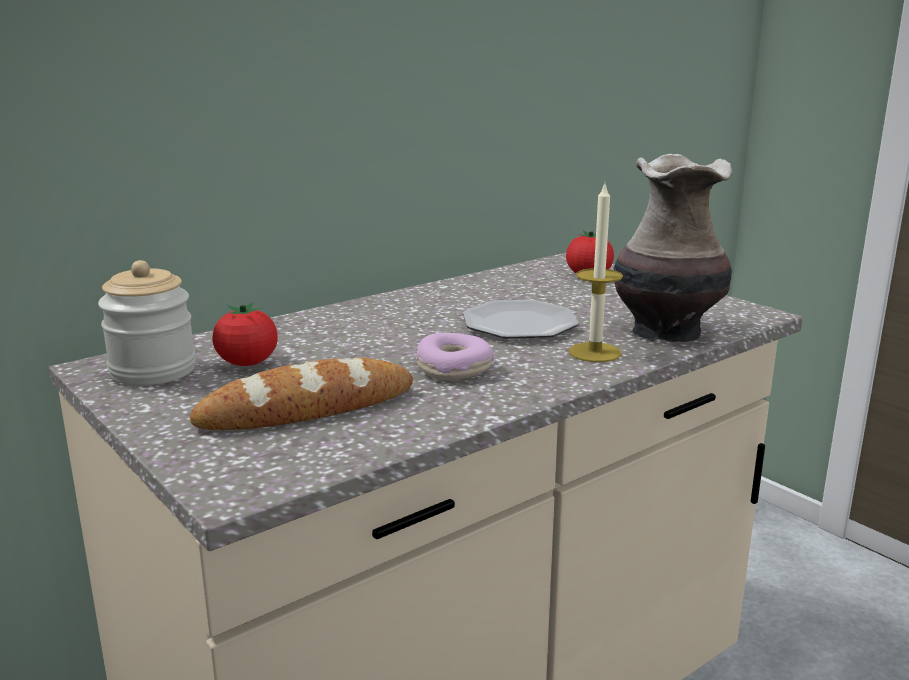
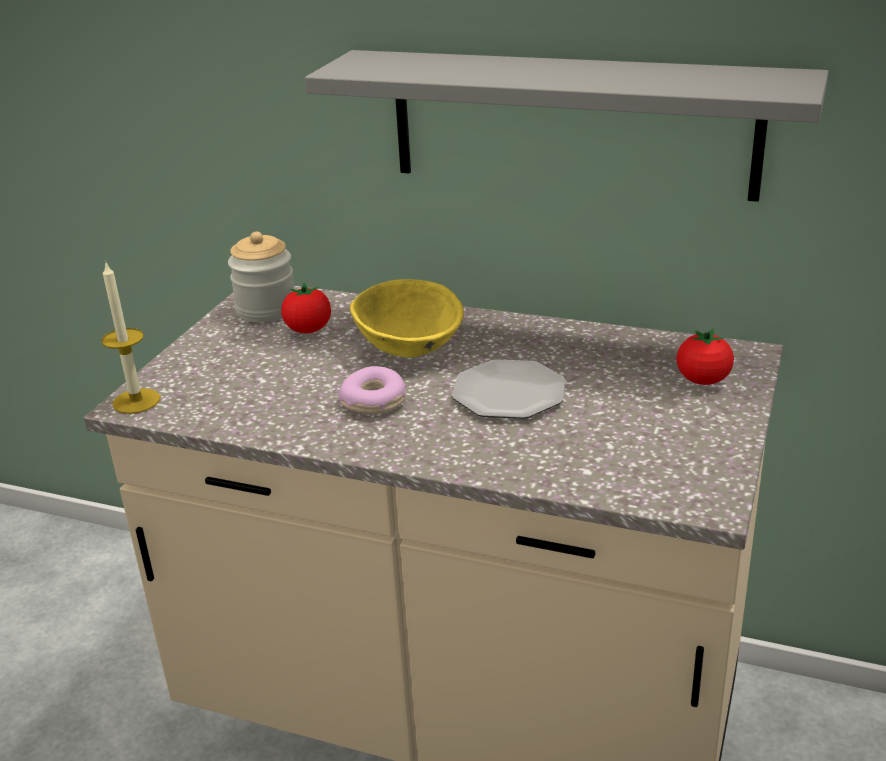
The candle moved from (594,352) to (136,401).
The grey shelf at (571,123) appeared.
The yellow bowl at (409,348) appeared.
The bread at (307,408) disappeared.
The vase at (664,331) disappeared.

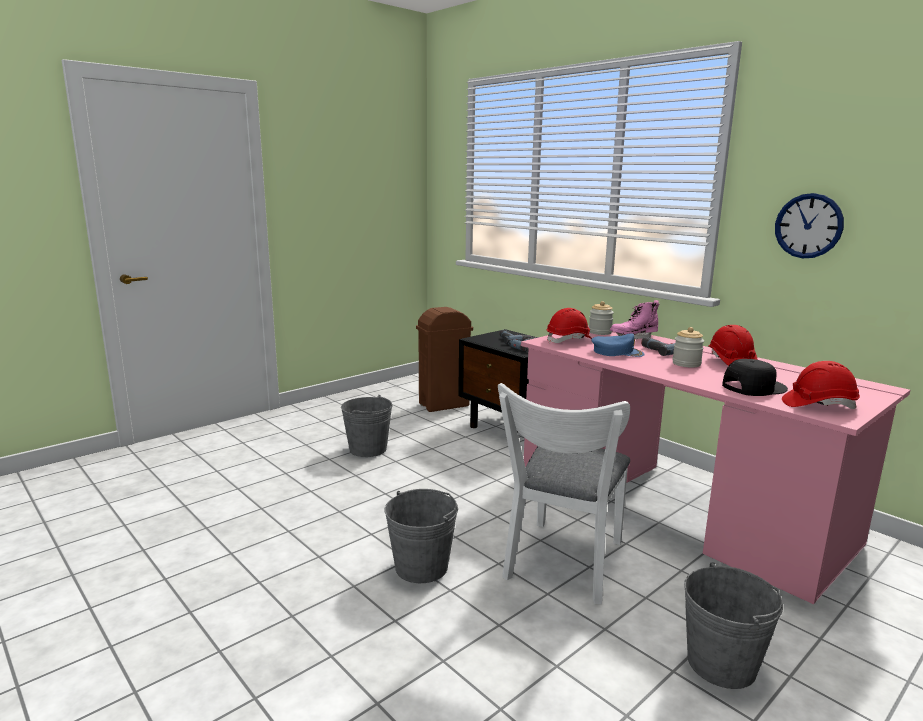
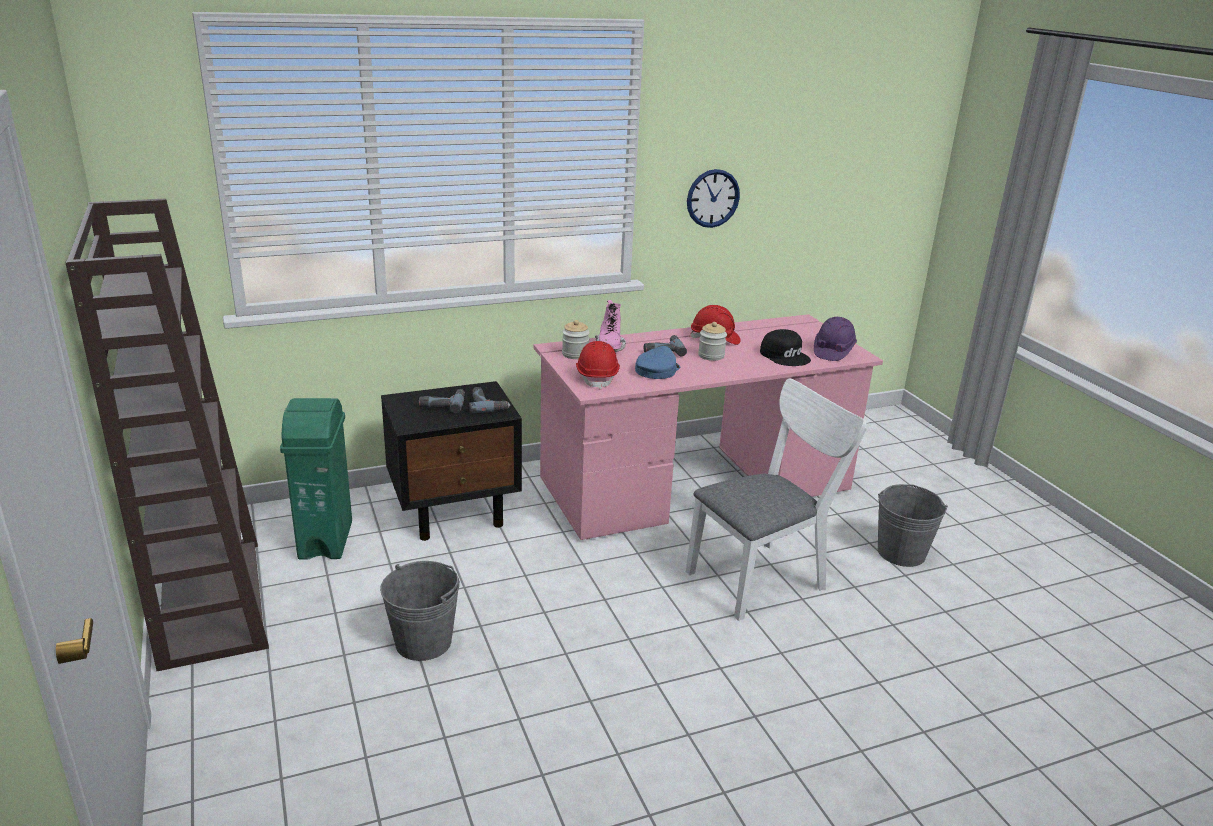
The brown bookcase at (209,600) appeared.
The brown trash can at (444,405) became the green trash can at (326,540).
The white chair at (562,565) turned 75 degrees counterclockwise.
The black cap at (753,387) turned 150 degrees clockwise.
The red hard hat at (818,405) became the purple hard hat at (833,351).
The grey bucket at (421,567) disappeared.

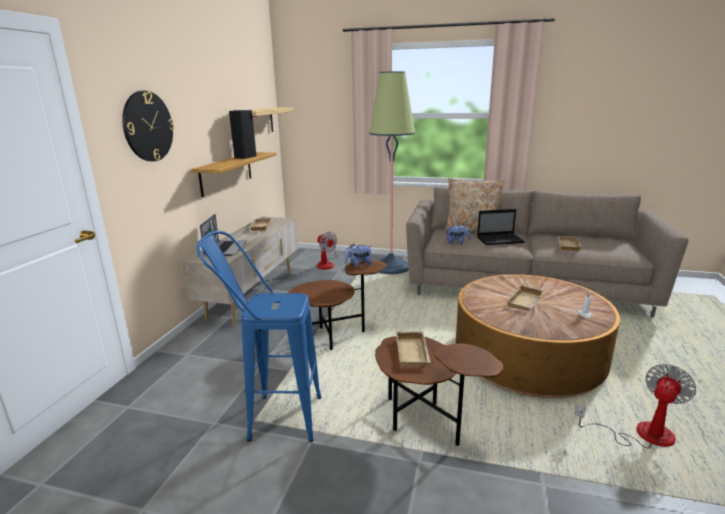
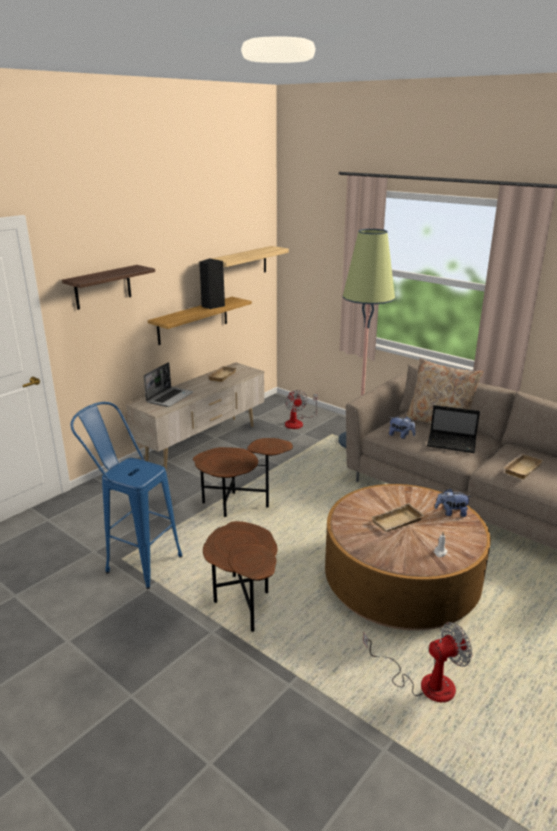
The wall clock at (148,126) was replaced by the shelf at (103,287).
The plush toy moved from (358,265) to (451,513).
The beige tray at (413,353) disappeared.

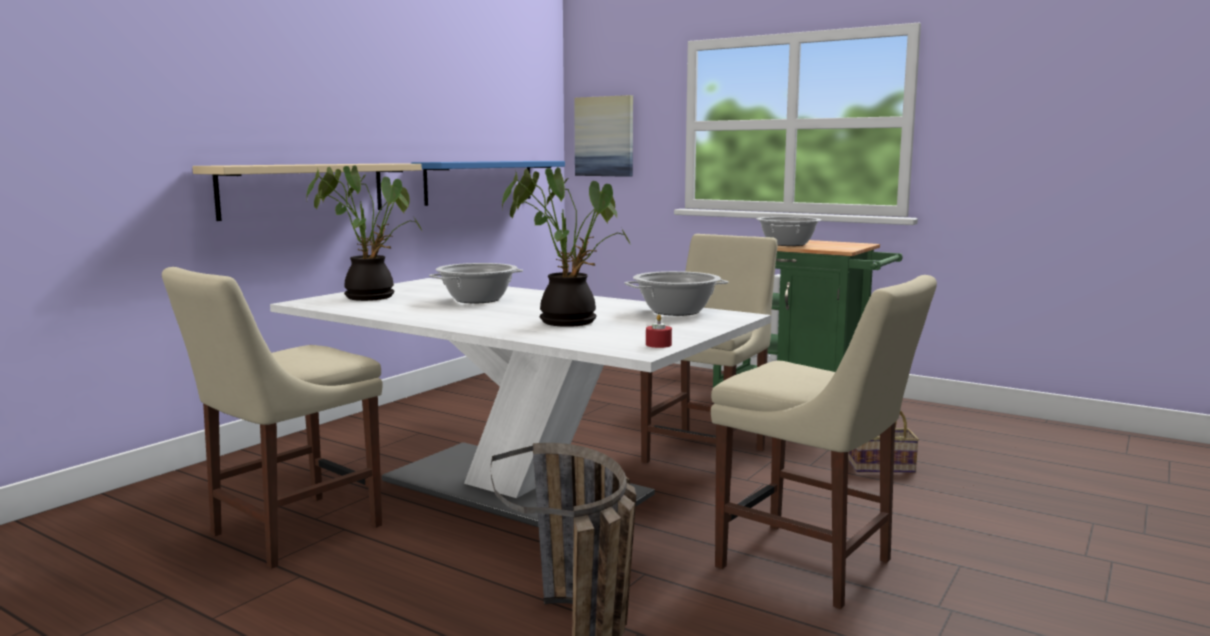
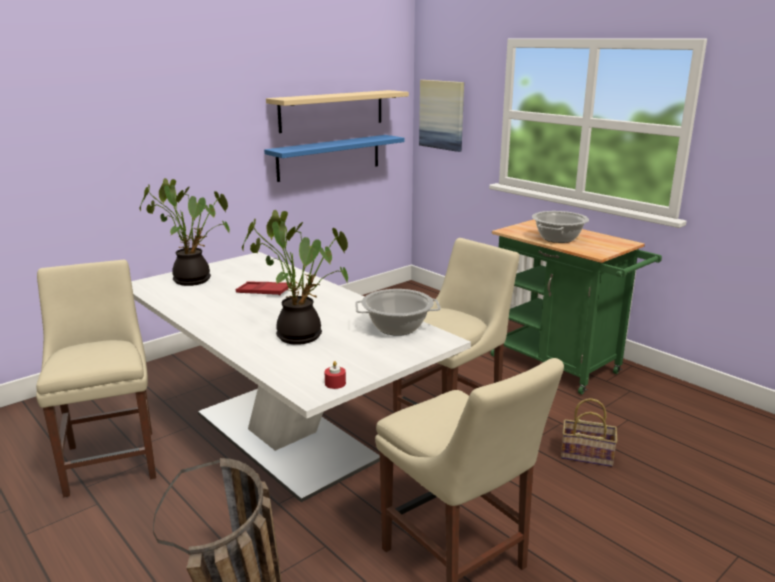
The beige chair at (288,532) turned 105 degrees clockwise.
The cooking pot at (477,300) was replaced by the red tray at (263,292).
The beige shelf moved from (304,189) to (332,110).

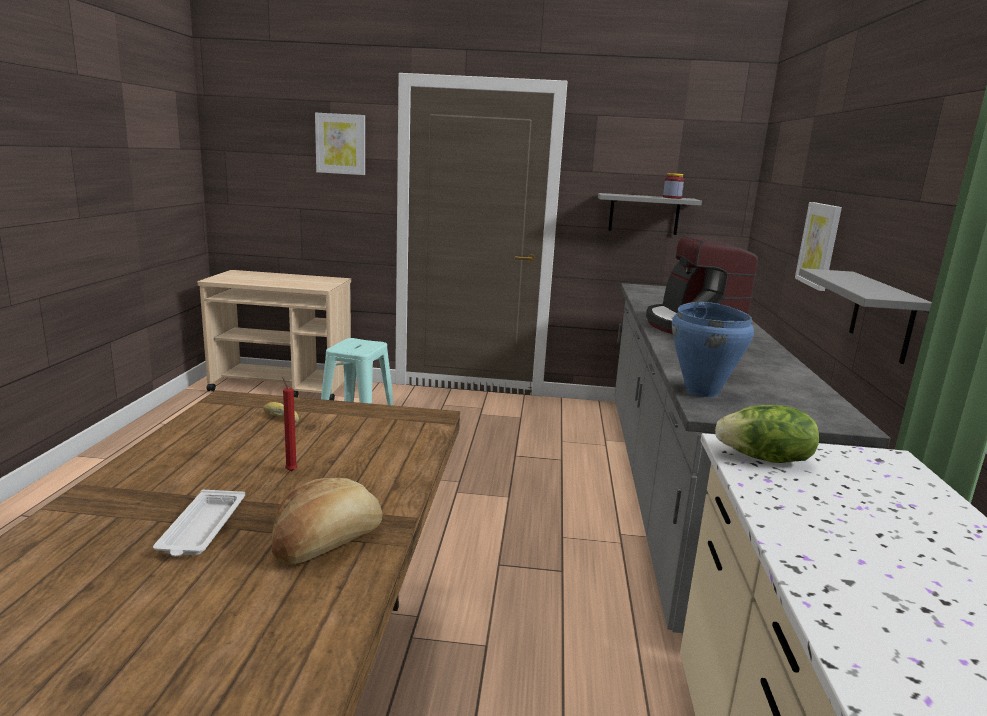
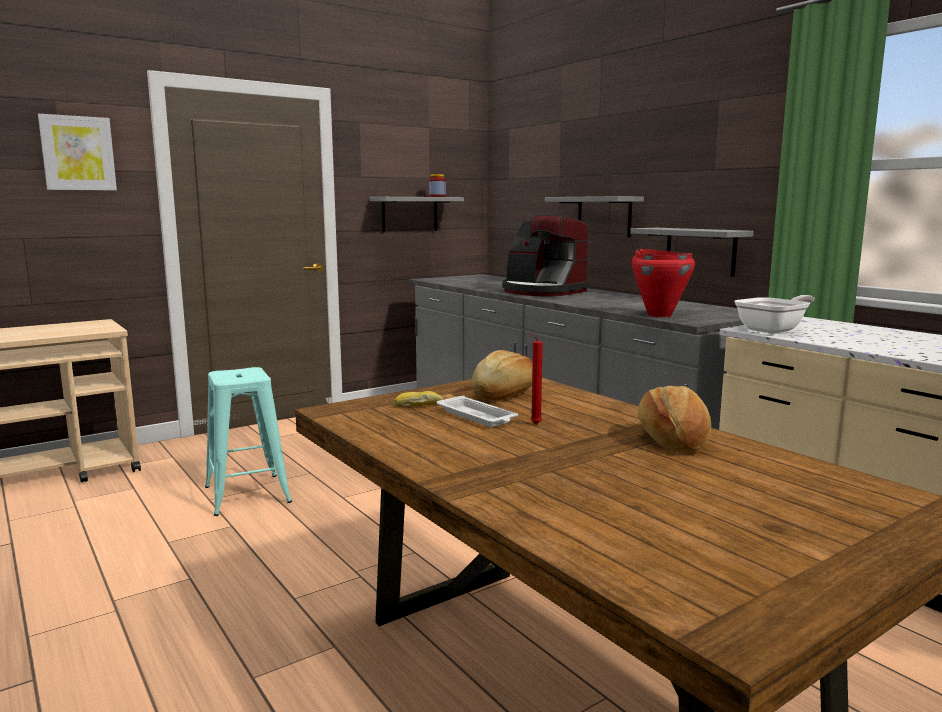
The white tray moved from (202,529) to (477,417).
The bread at (503,394) appeared.
The picture at (819,245) was replaced by the grey shelf at (604,216).
The blue cooking pot at (702,391) became the red cooking pot at (659,315).
The lettuce at (765,459) was replaced by the frying pan at (774,330).

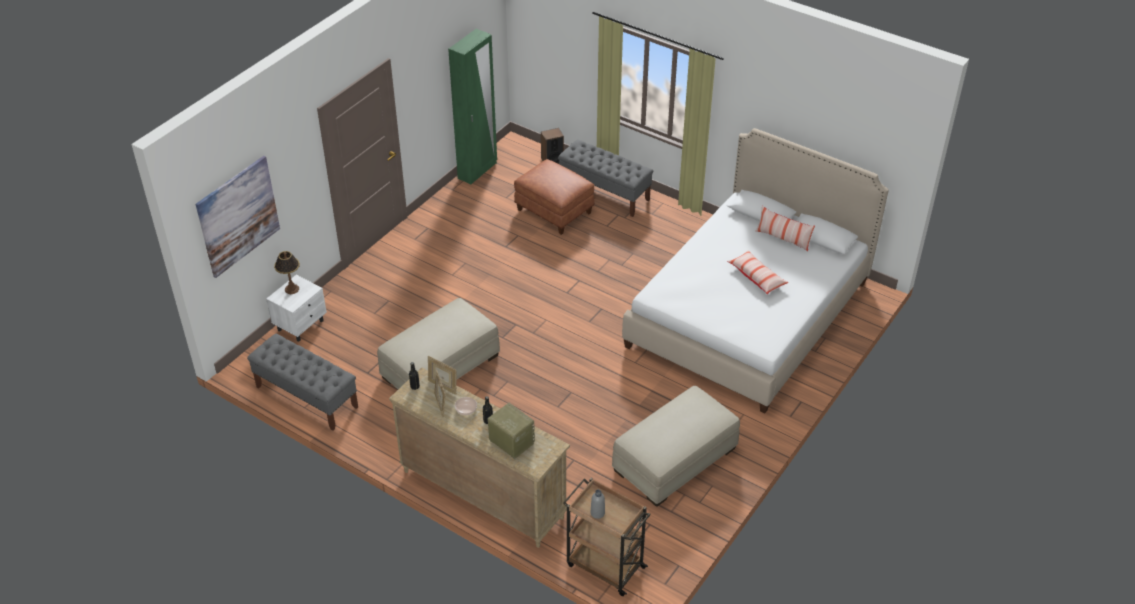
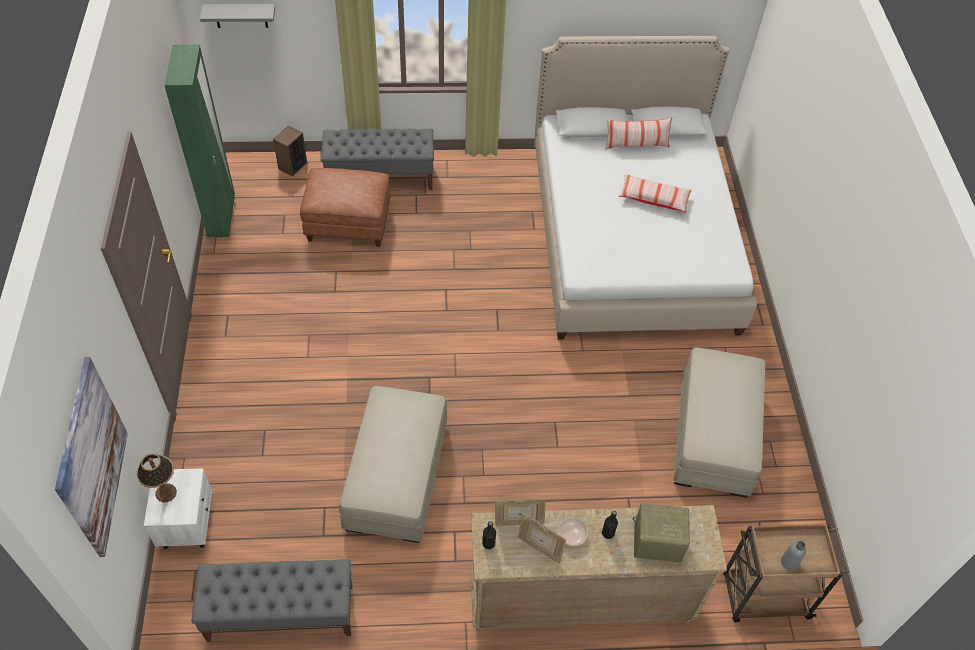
The grey shelf at (241,15) appeared.

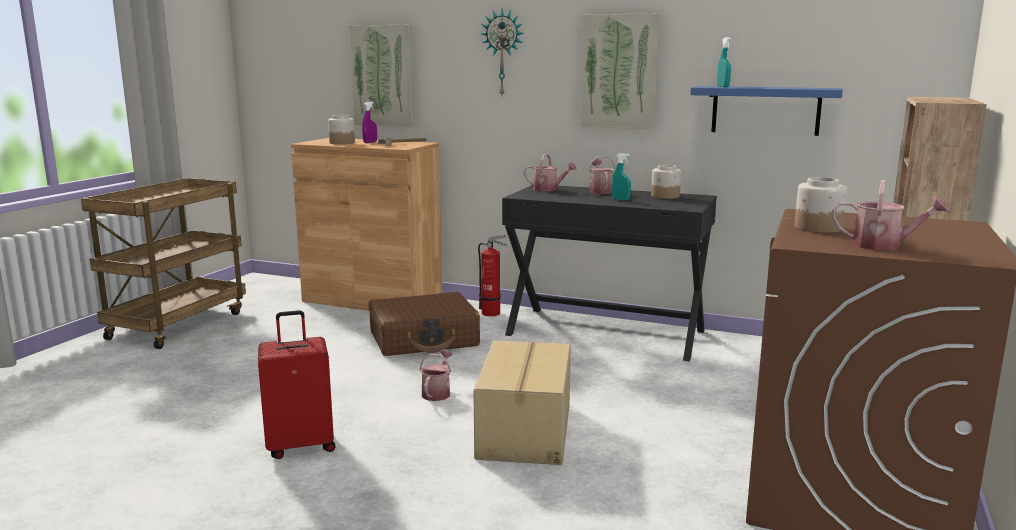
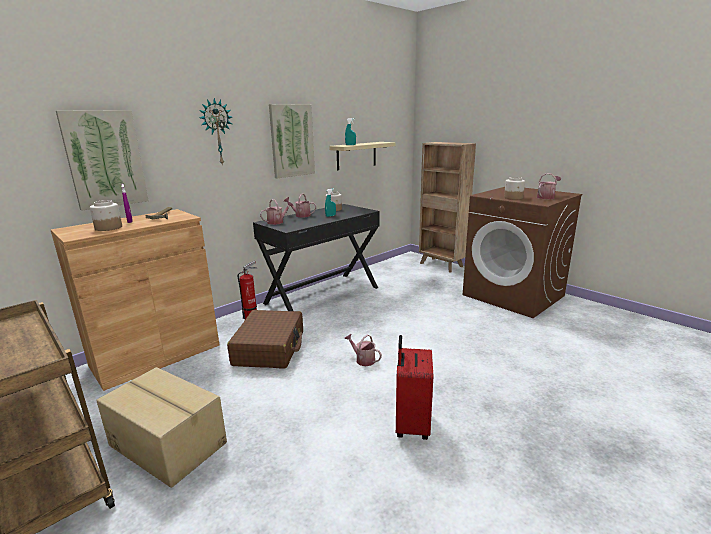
The cardboard box moved from (527,431) to (169,443).
The blue shelf at (765,110) became the beige shelf at (356,155).

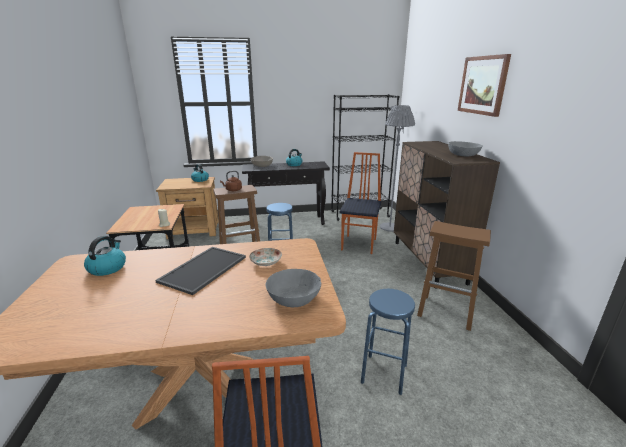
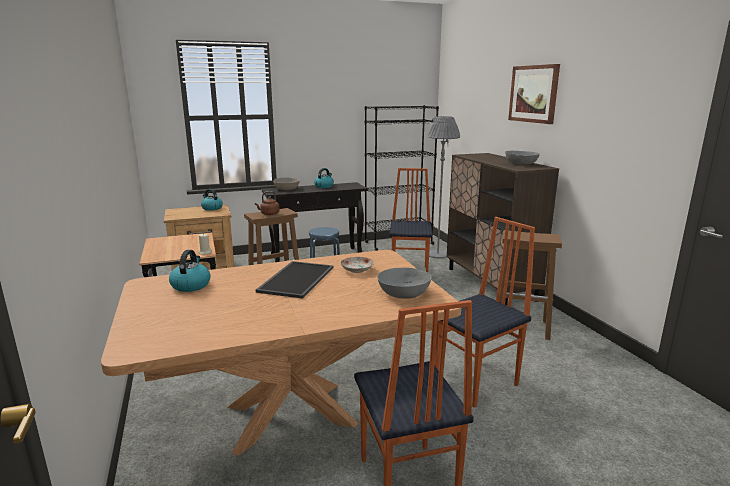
The blue stool at (384,374) was replaced by the chair at (477,382).

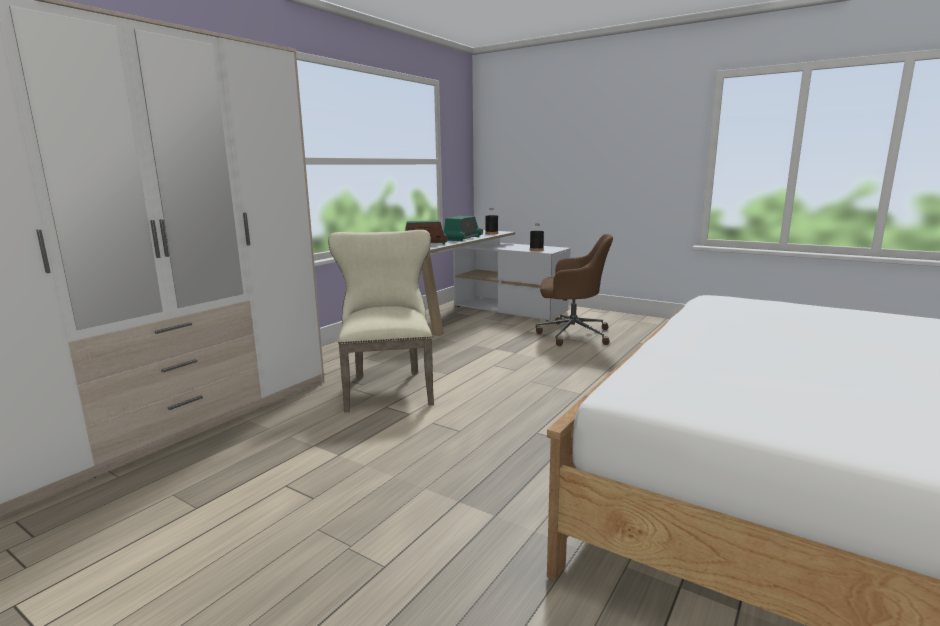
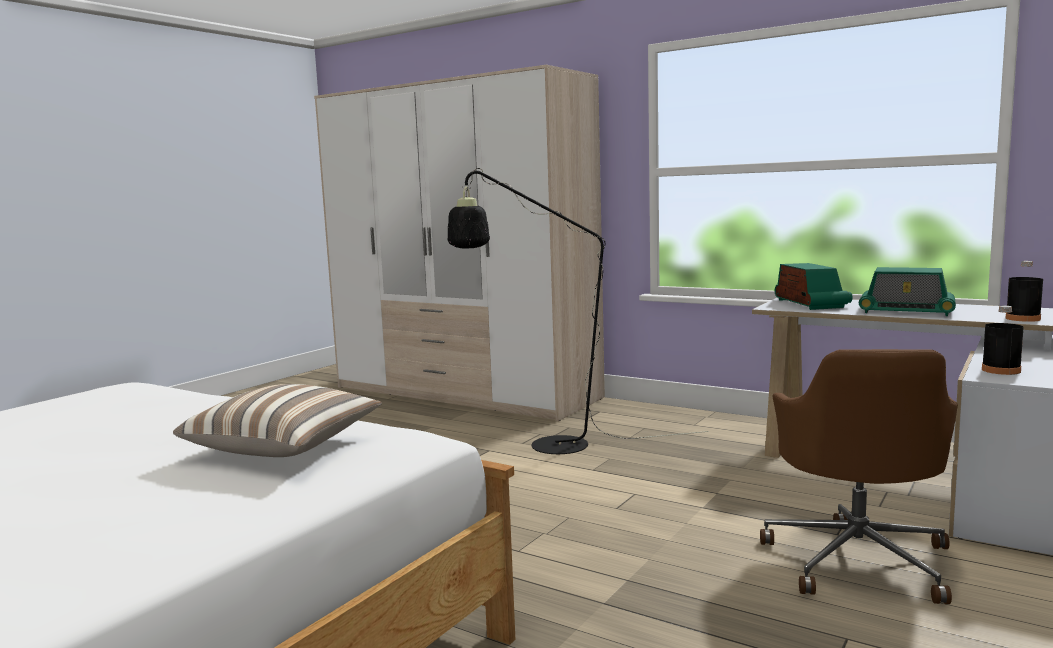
The pillow at (286,446) appeared.
The beige chair at (388,387) was replaced by the black floor lamp at (544,446).

